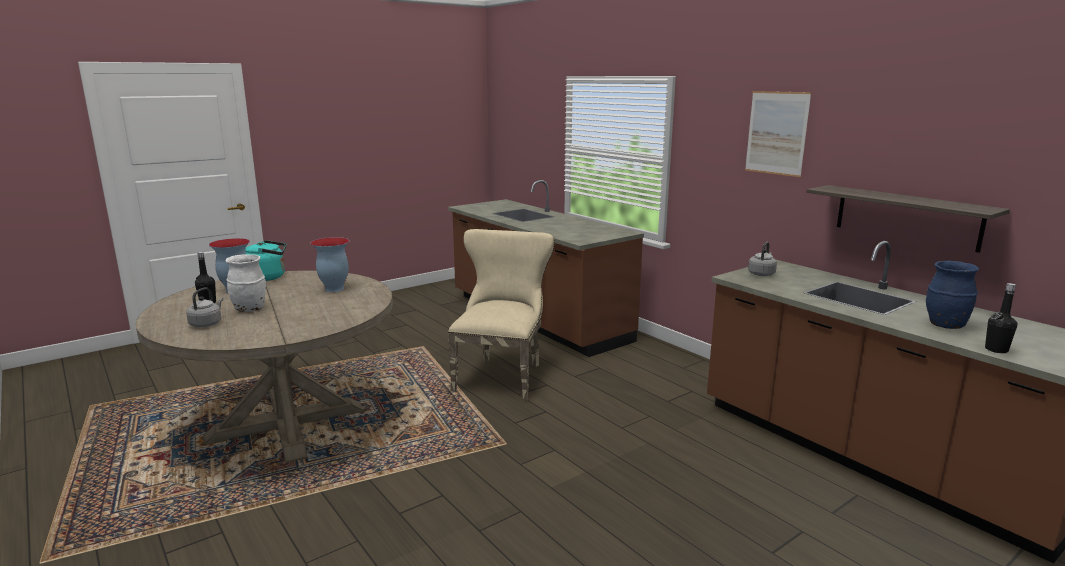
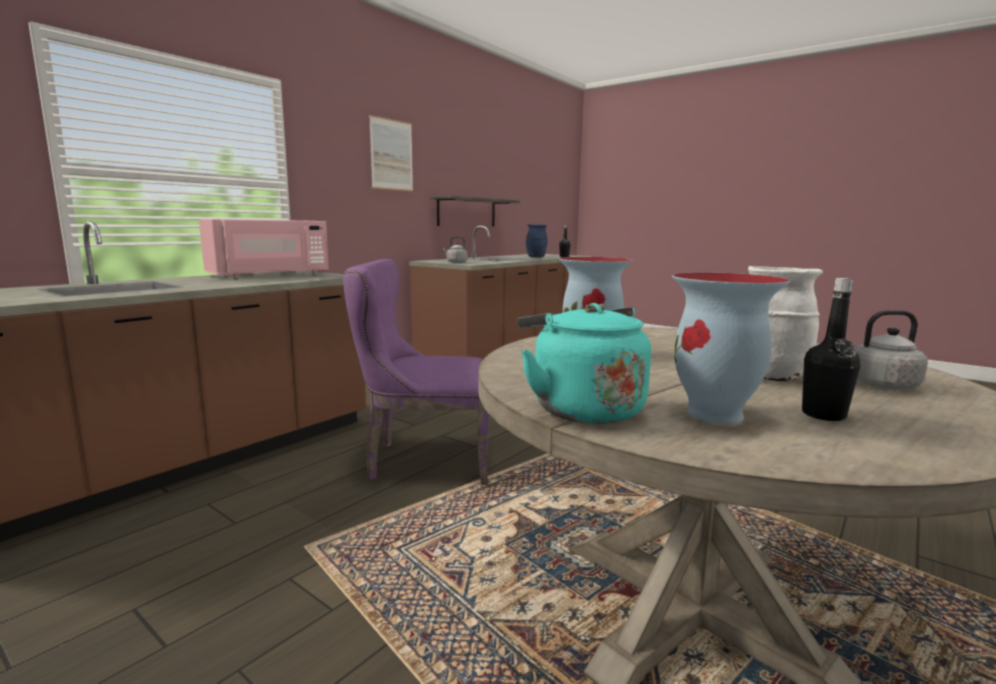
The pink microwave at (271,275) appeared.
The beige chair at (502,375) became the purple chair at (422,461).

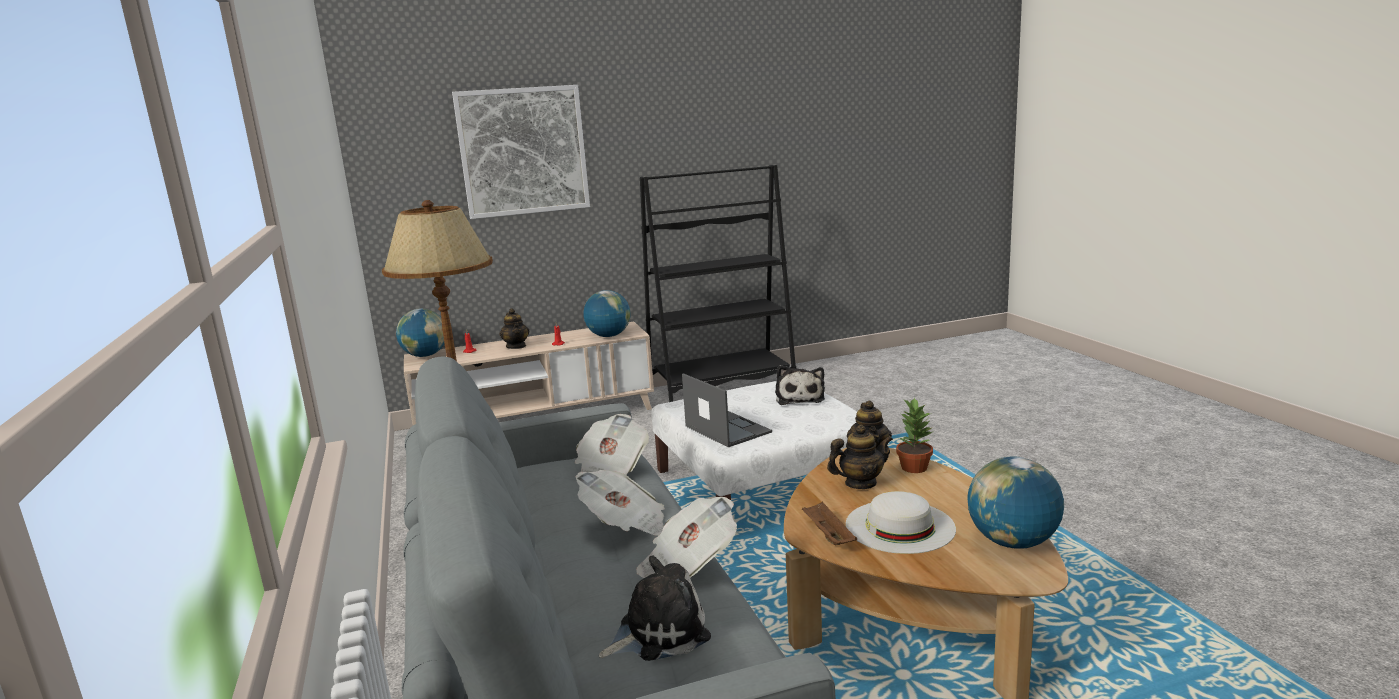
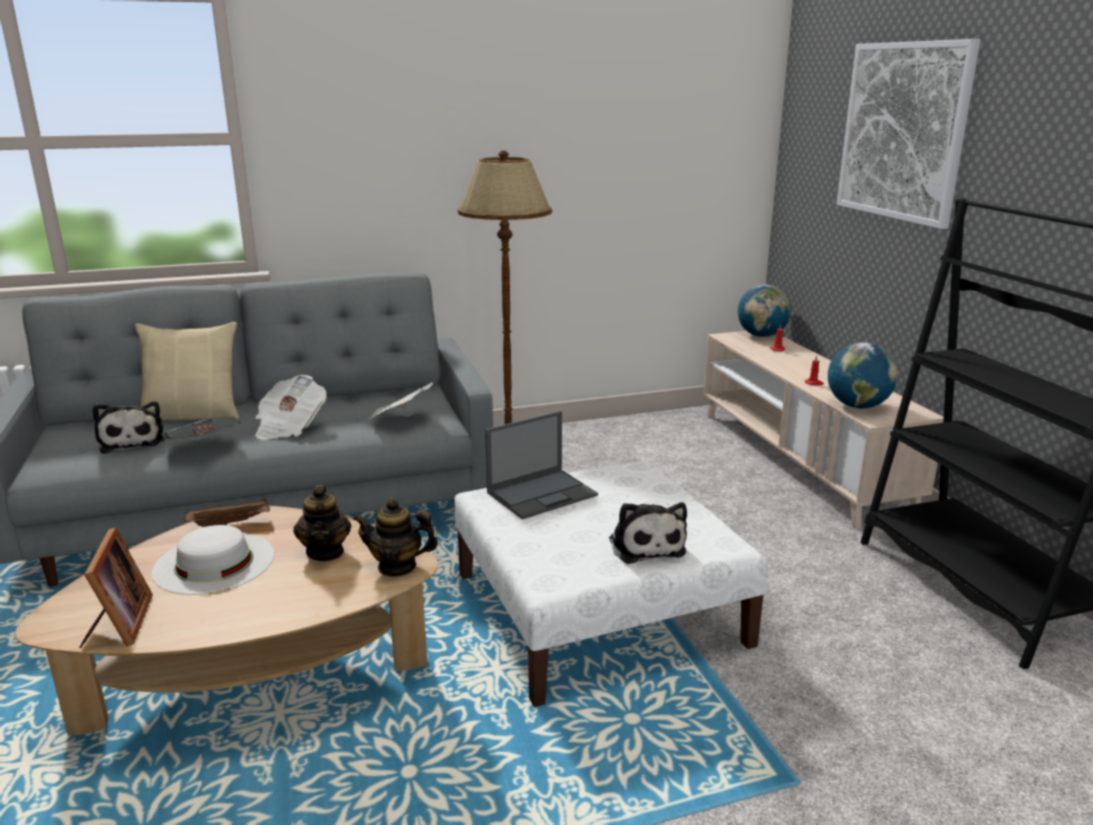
The globe at (1012,542) was replaced by the picture frame at (119,624).
The beige pillow at (194,415) appeared.
The plush toy at (799,397) turned 105 degrees counterclockwise.
The teapot at (516,346) disappeared.
The potted plant at (913,467) disappeared.

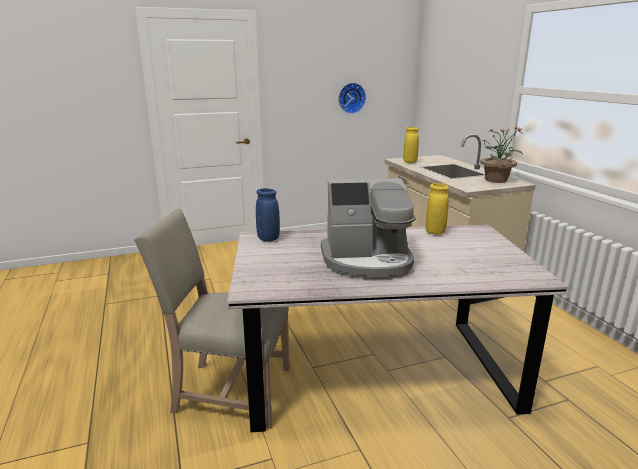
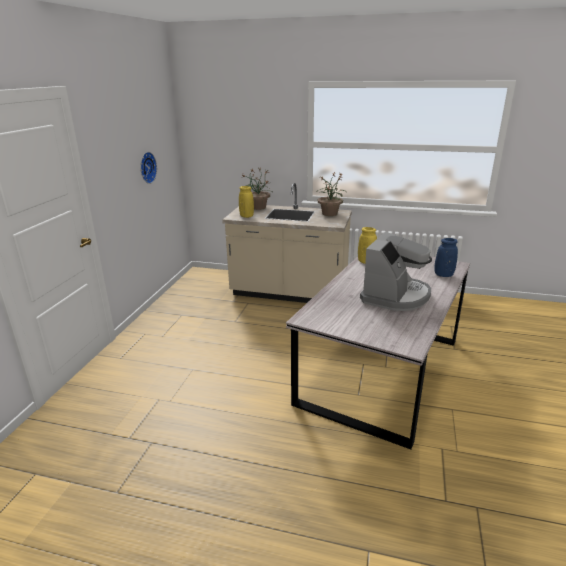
The potted plant at (258,207) appeared.
The blue vase moved from (268,239) to (443,275).
The beige chair at (229,391) disappeared.

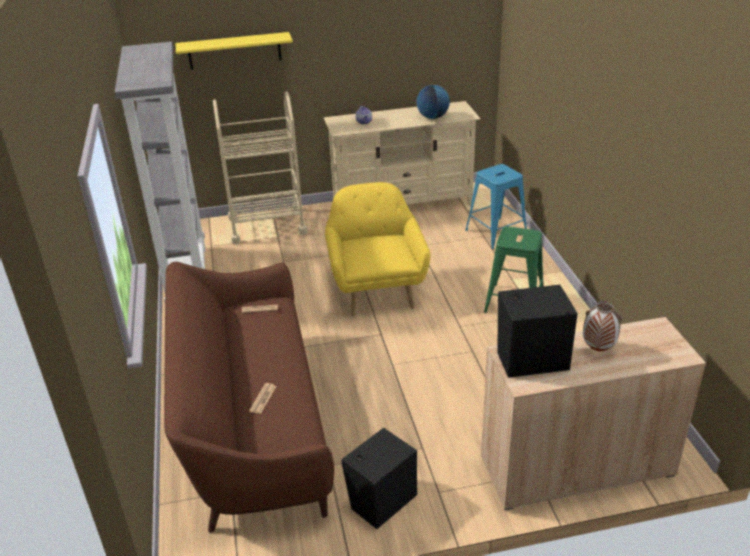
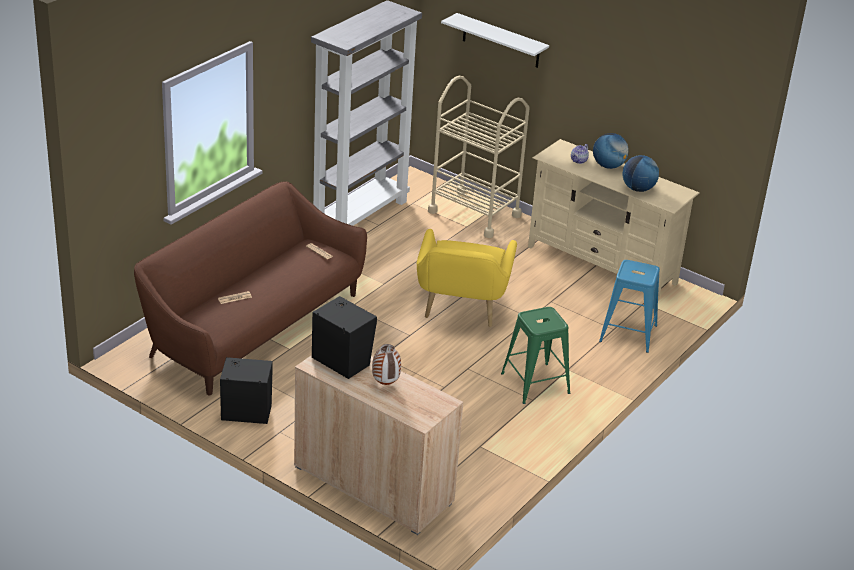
The yellow armchair at (377,290) turned 150 degrees clockwise.
The yellow shelf at (234,51) became the white shelf at (501,41).
The globe at (608,166) appeared.

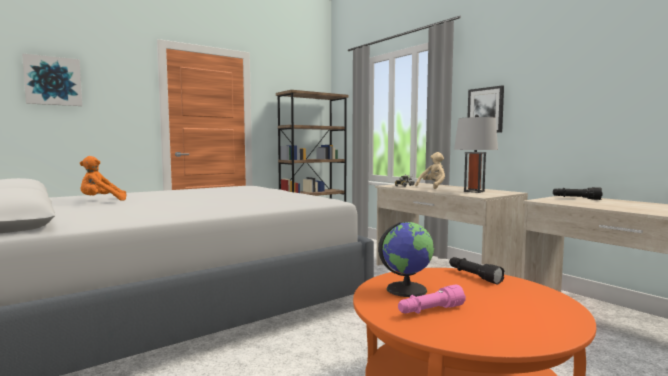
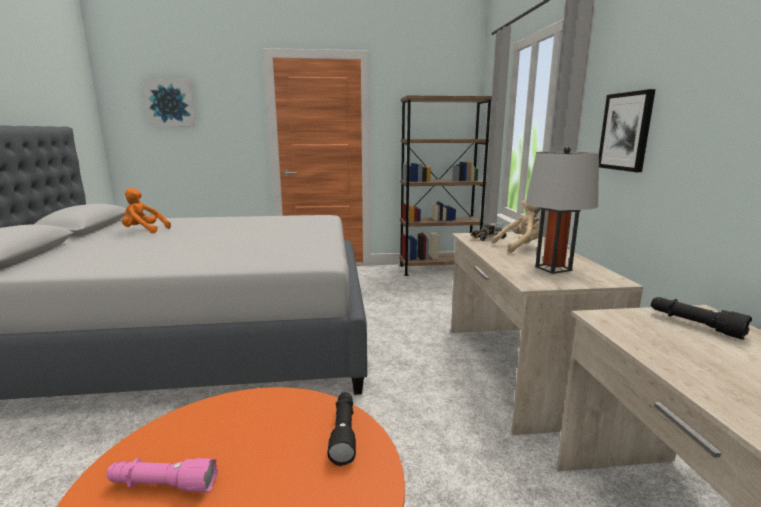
The globe at (406,289) disappeared.

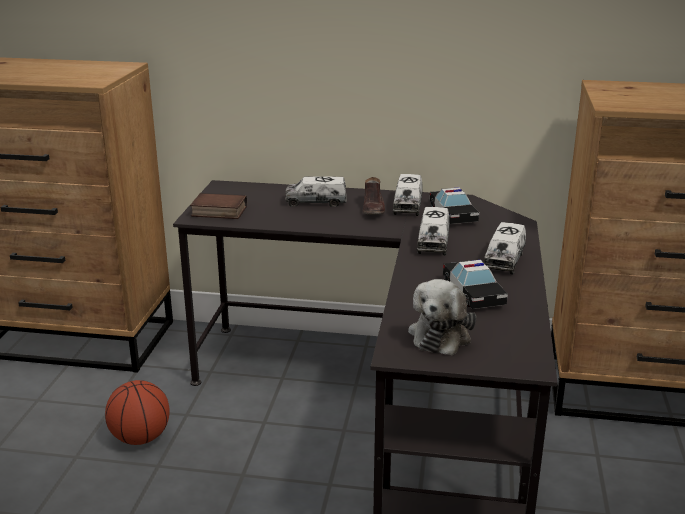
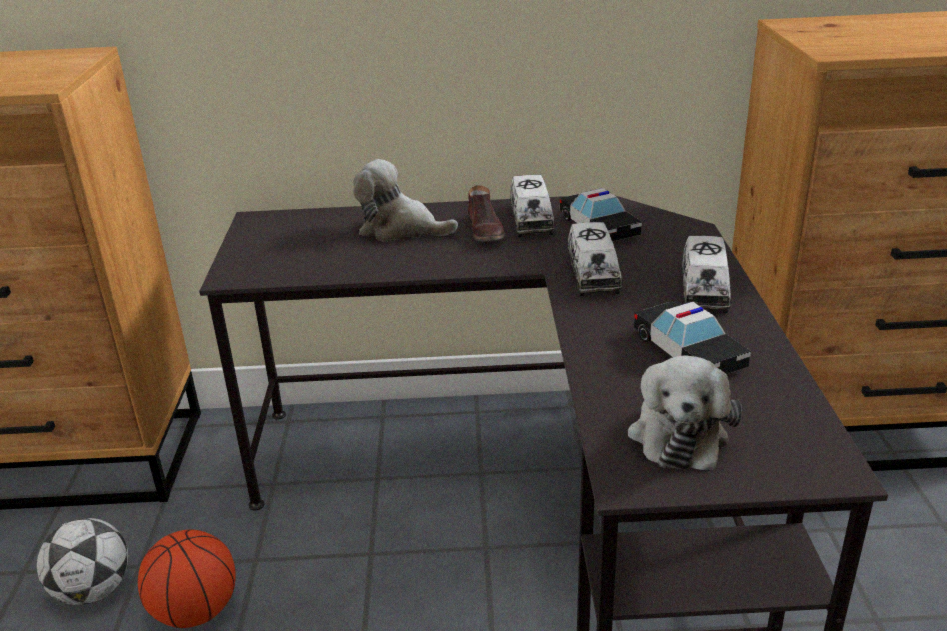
The football at (93,590) appeared.
The toy truck at (316,202) was replaced by the plush toy at (400,230).
The book at (218,212) disappeared.

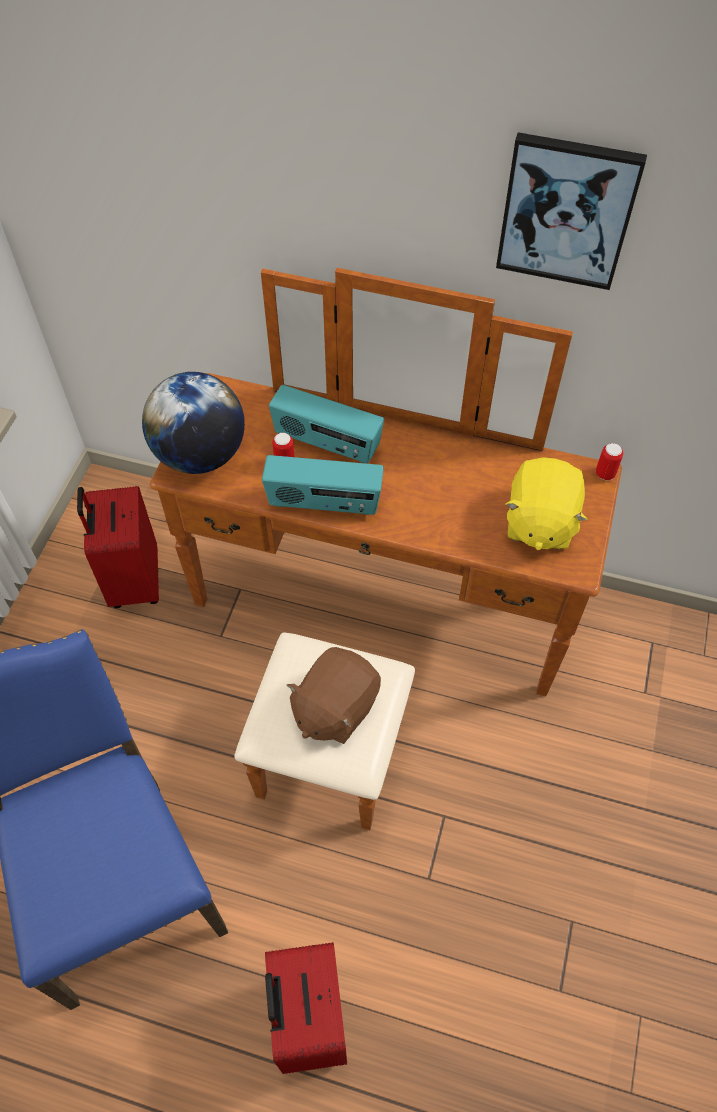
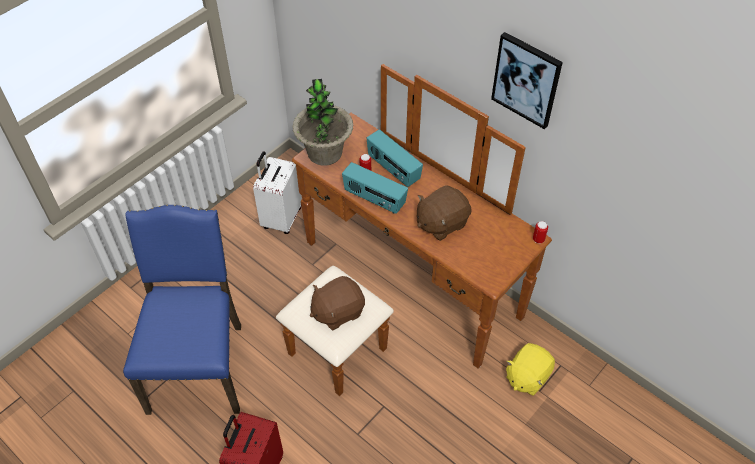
The red suitcase at (133,581) became the white suitcase at (281,218).
The globe at (200,455) was replaced by the potted plant at (324,153).
The brown plush toy at (441,223) appeared.
The yellow plush toy moved from (539,522) to (527,376).

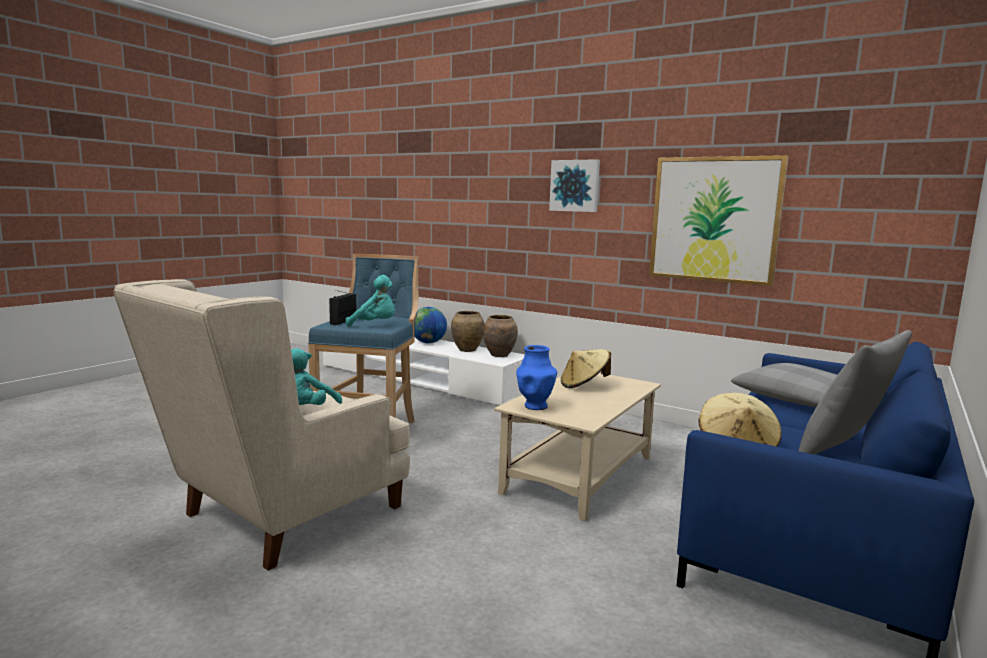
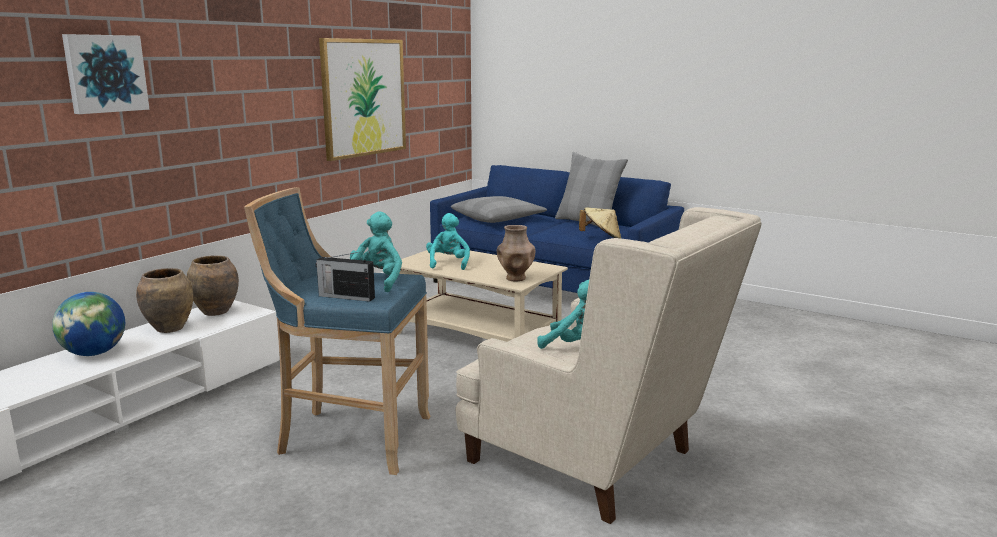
The picture moved from (575,186) to (105,73).
The beige hat at (584,385) was replaced by the turquoise plush toy at (448,263).
The blue vase at (535,406) became the brown vase at (515,278).

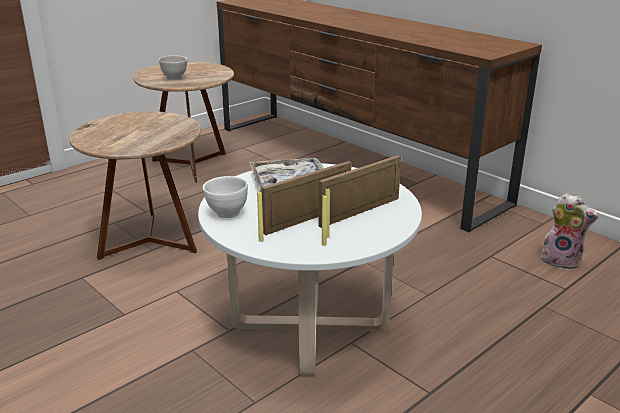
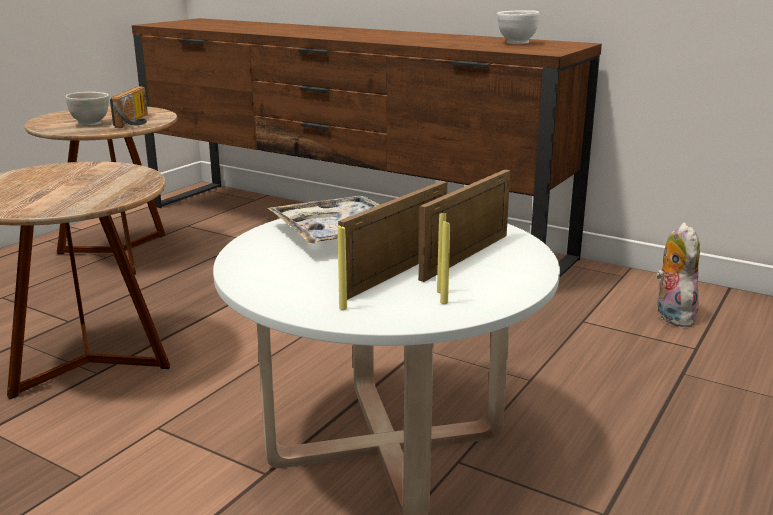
The radio at (136,121) appeared.
The white bowl moved from (226,213) to (516,43).
The plush toy at (562,260) turned 105 degrees counterclockwise.

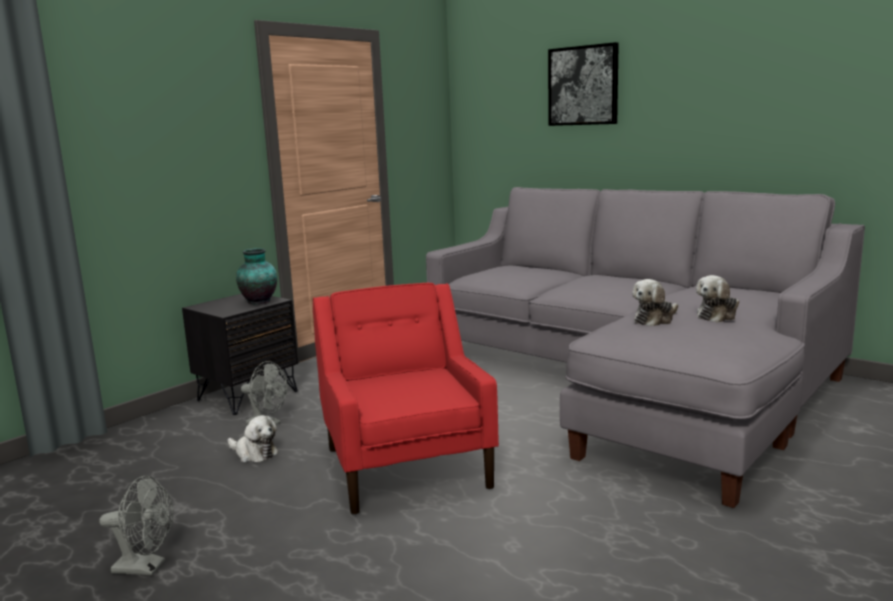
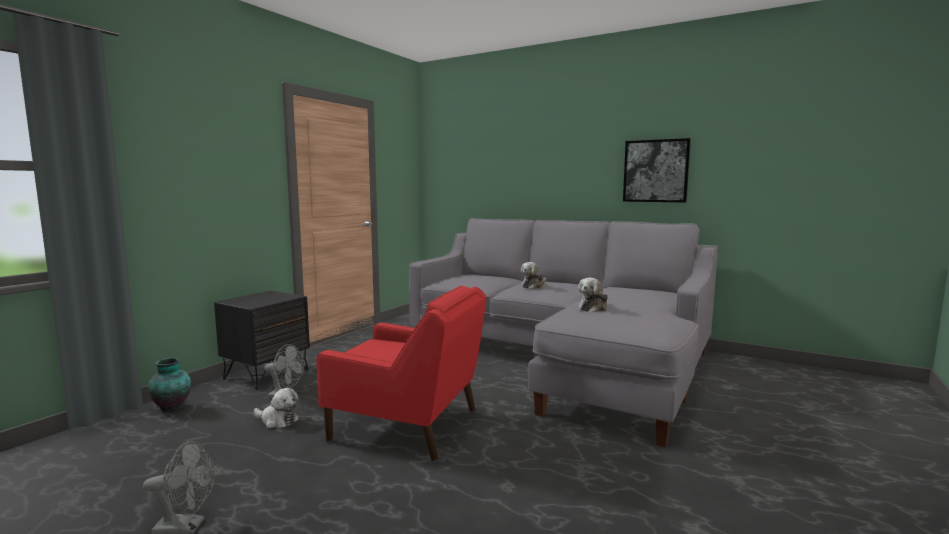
The vase moved from (259,302) to (172,407).
The red armchair at (406,466) turned 135 degrees clockwise.
The plush toy moved from (718,316) to (533,286).
The picture moved from (583,85) to (656,171).

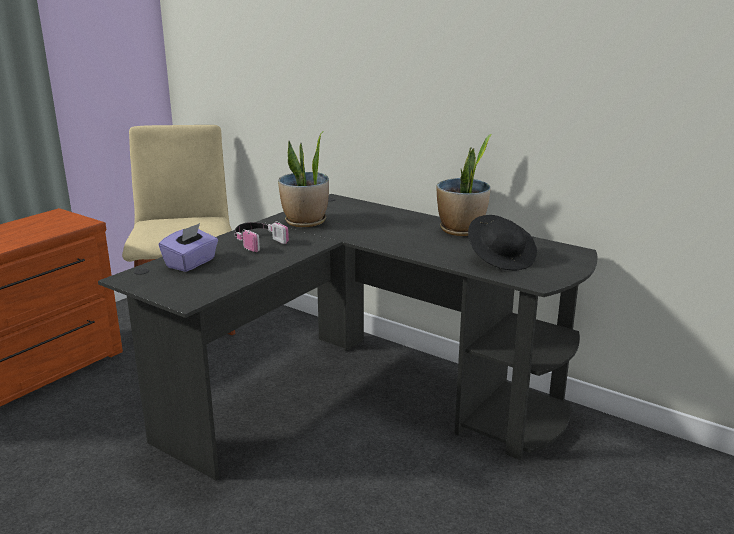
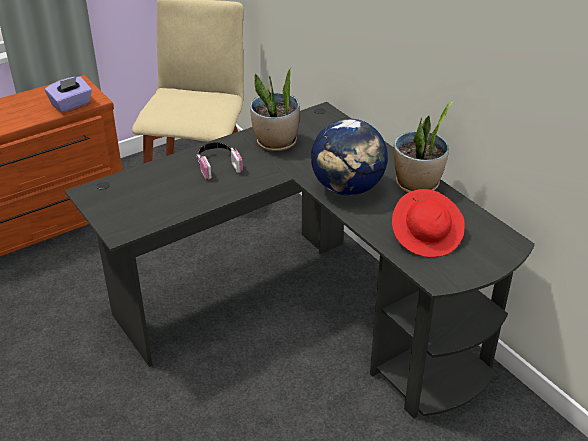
The purple tissue box moved from (191,263) to (71,105).
The globe at (347,188) appeared.
The black hat at (501,259) became the red hat at (427,237).

